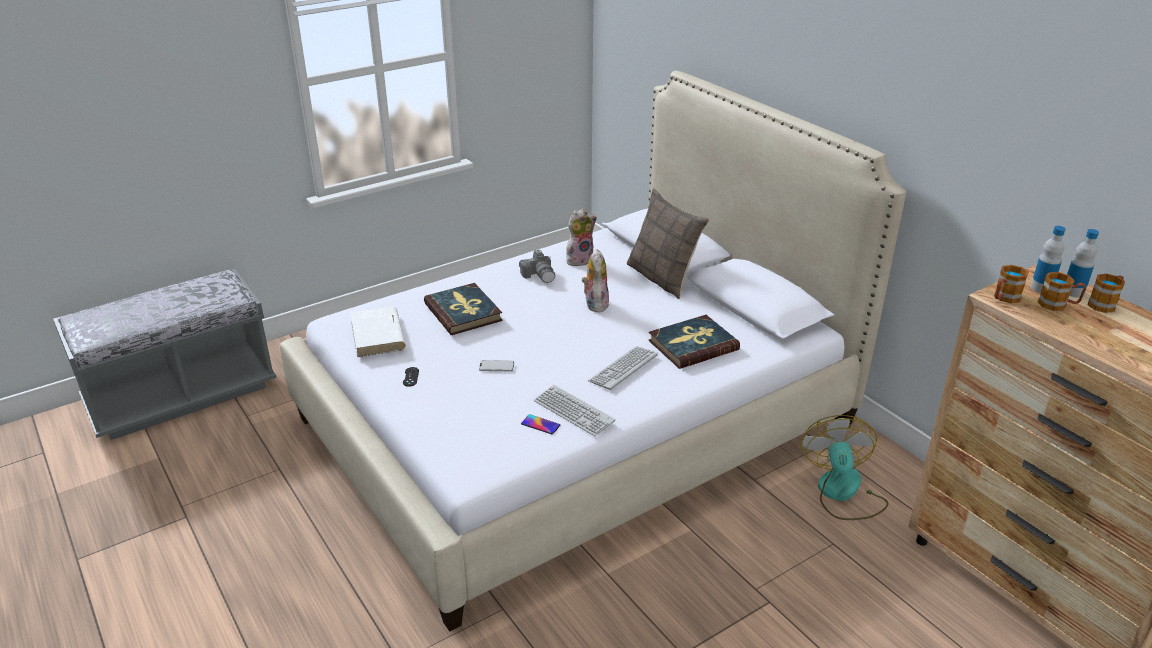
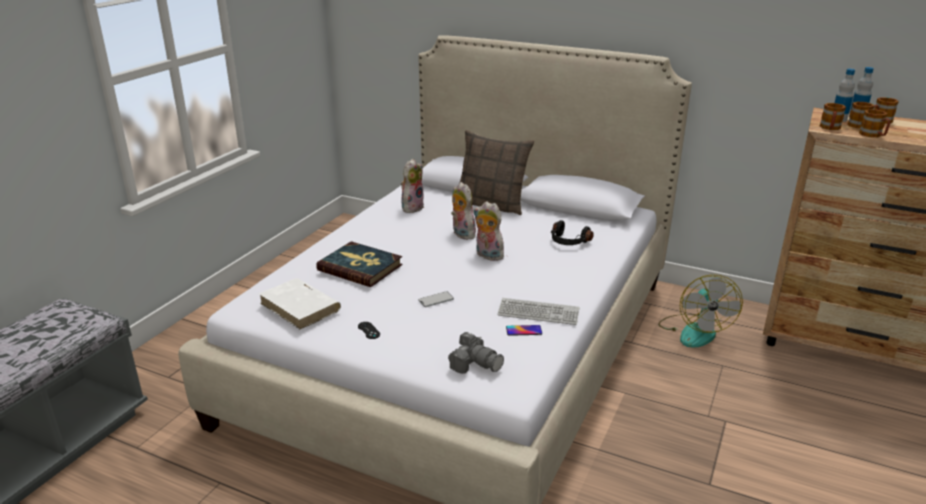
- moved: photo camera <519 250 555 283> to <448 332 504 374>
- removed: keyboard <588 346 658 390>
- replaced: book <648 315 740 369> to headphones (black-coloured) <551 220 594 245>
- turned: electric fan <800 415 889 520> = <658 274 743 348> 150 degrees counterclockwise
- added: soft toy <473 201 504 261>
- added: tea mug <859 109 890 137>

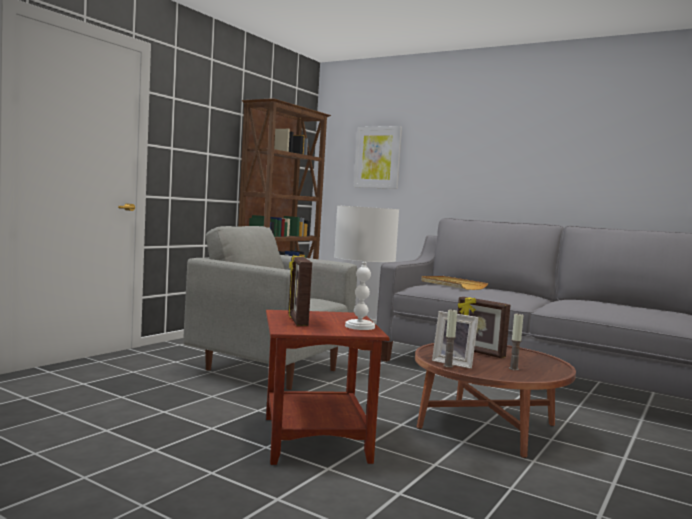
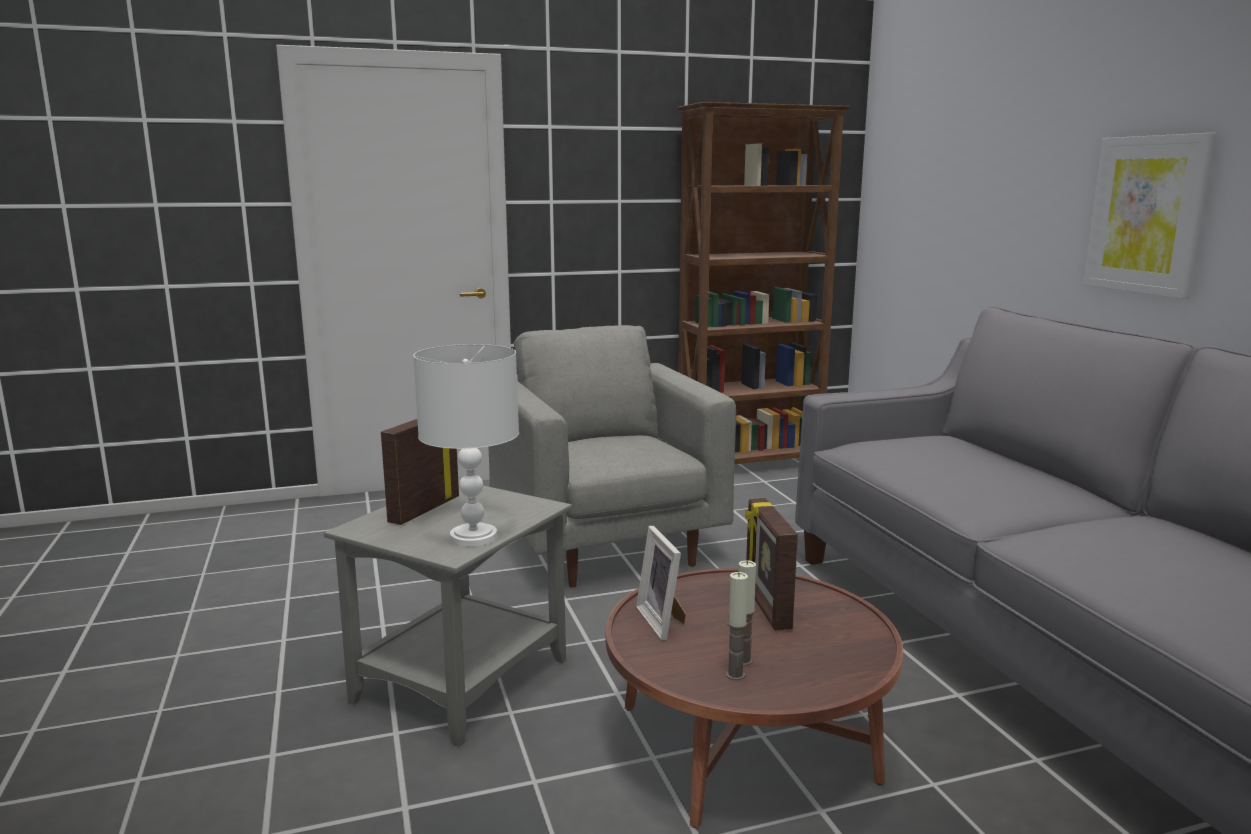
- recoloured: side table (brown) <266 310 390 465> to side table (grey) <324 480 572 747>
- moved: wall art <354 126 402 189> to <1083 133 1217 299>
- removed: carrying tray (beige) <421 276 488 290>
- moved: wax light <443 310 457 367> to <726 572 748 680>

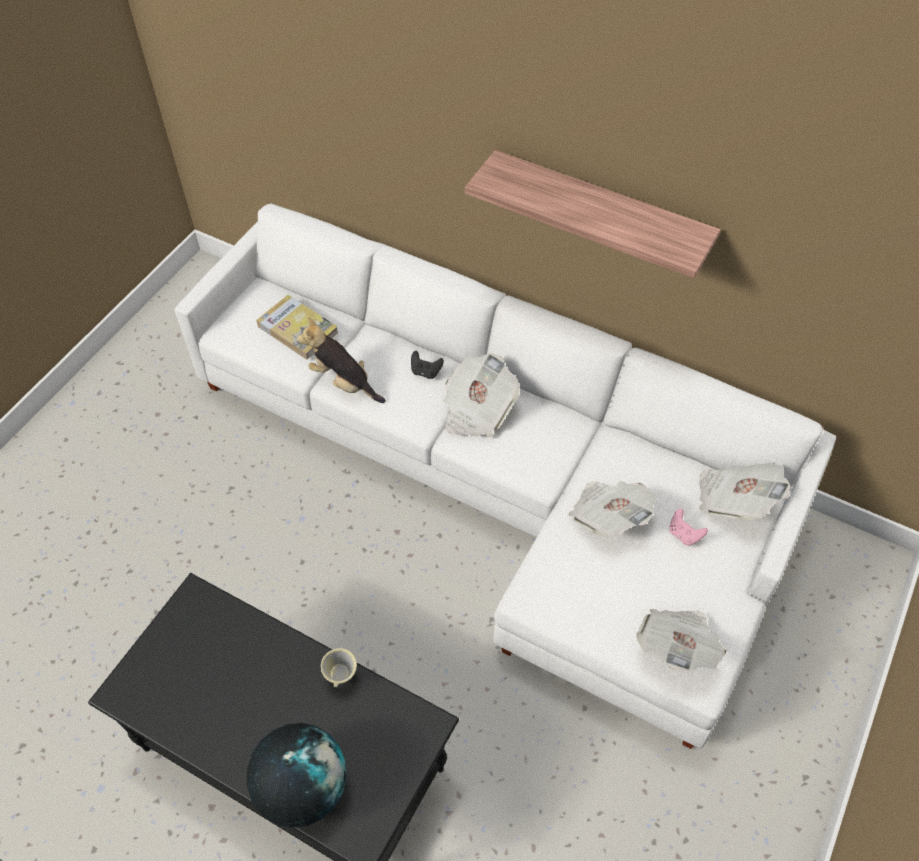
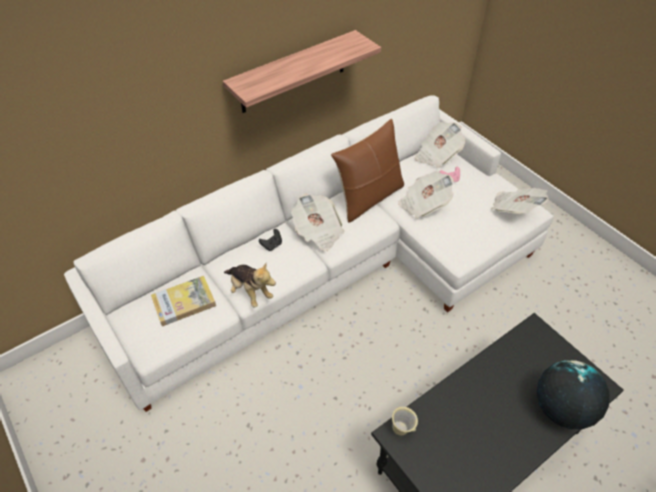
- turned: soft toy <297 318 386 403> = <224 263 276 307> 105 degrees counterclockwise
- moved: tea mug (beige) <321 648 357 687> to <392 407 418 436>
- added: throw pillow (brown) <331 118 404 223>

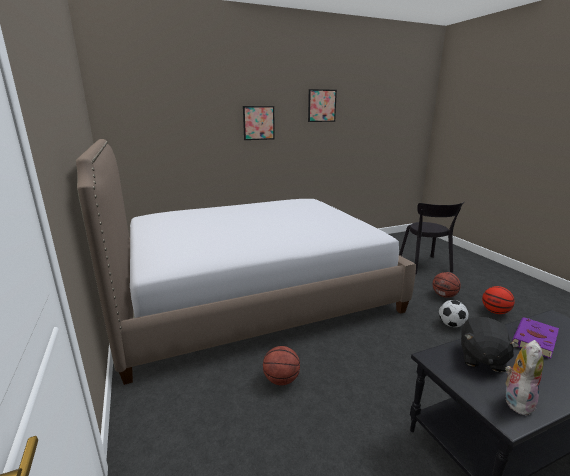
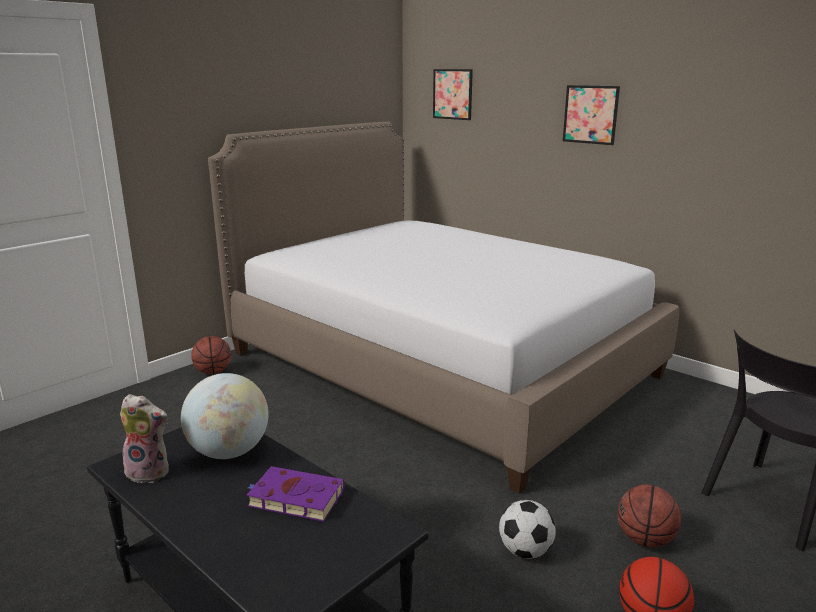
- moved: ball for basketball <263 346 300 385> to <191 336 231 374>
- moved: wall art <308 89 337 122> to <433 69 473 120>
- replaced: soft toy (black-coloured) <461 317 519 372> to desk globe <181 373 269 459>

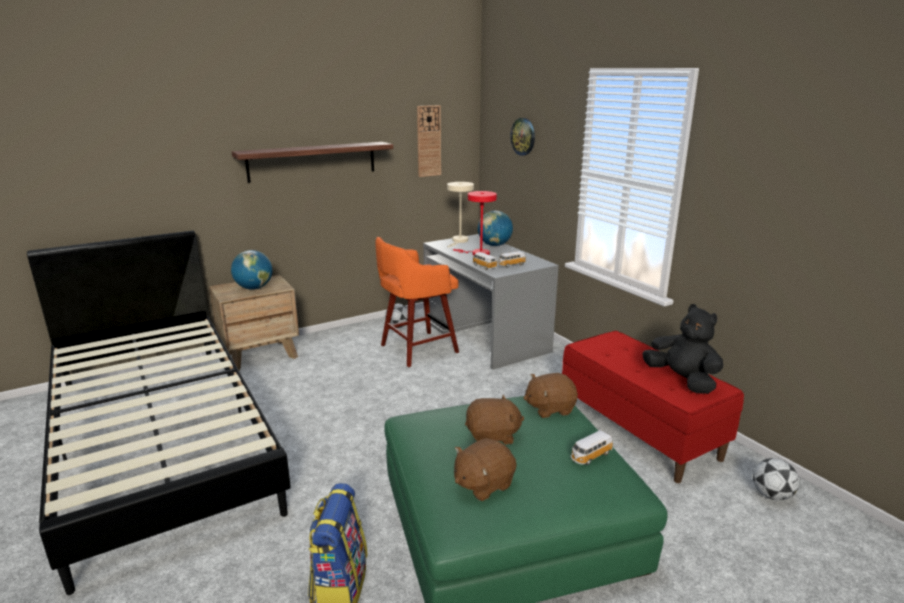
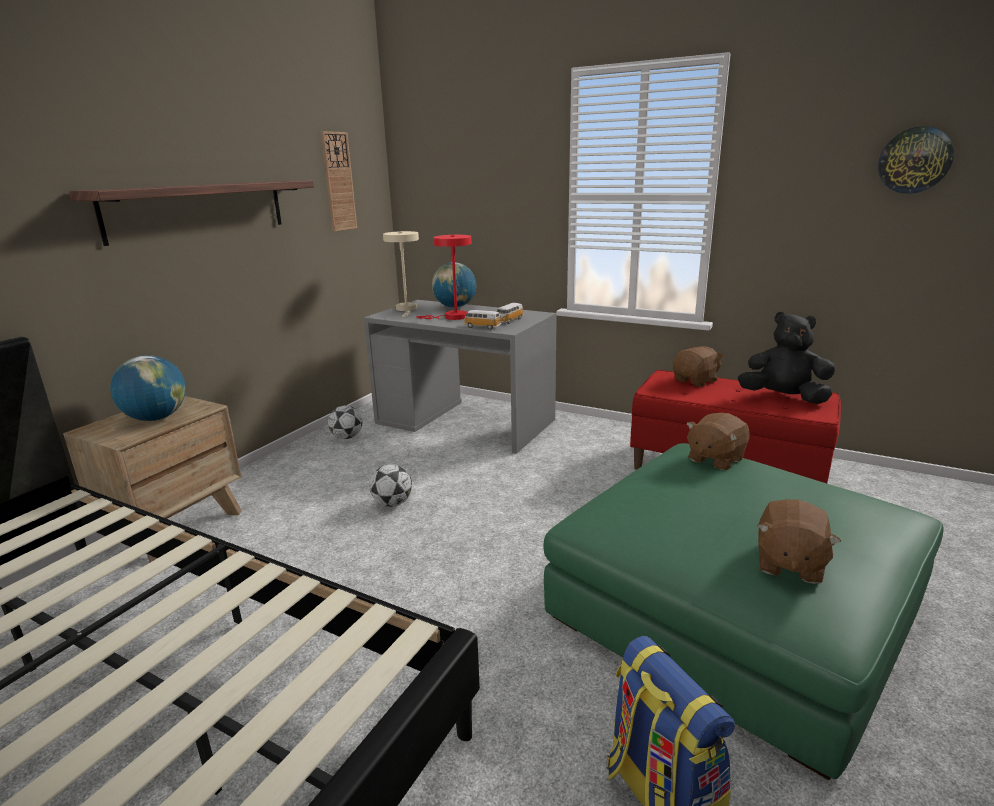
- removed: stool seat (orange) <375 237 459 367>
- moved: soft toy (brown) <465 395 524 445> to <673 346 724 387>
- moved: hanging clock <510 118 535 156> to <878 126 954 194>
- removed: model car <571 430 613 465>
- moved: football ball <753 458 799 501> to <370 464 412 507>

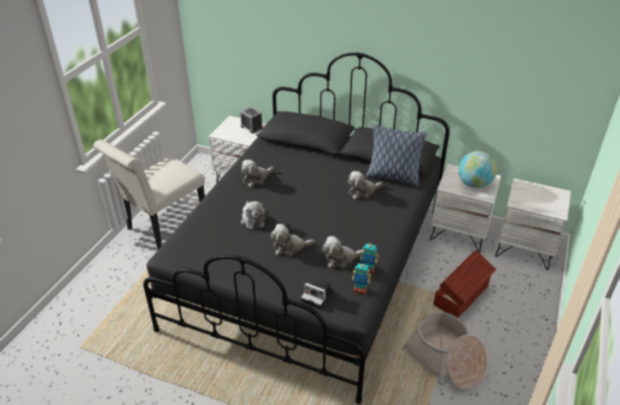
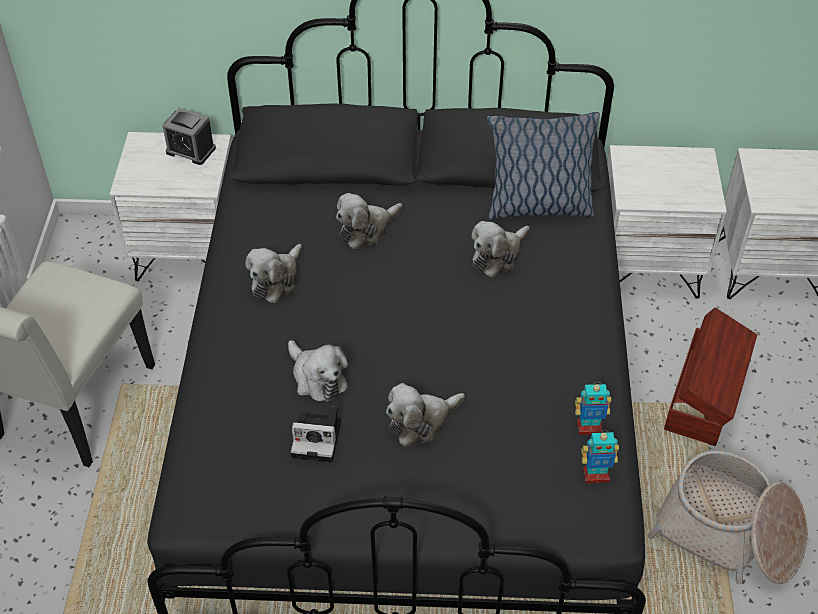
- moved: photo camera <301 281 333 309> to <291 407 341 463>
- moved: soft toy <322 236 361 269> to <336 193 403 249>
- removed: desk globe <459 151 497 188>

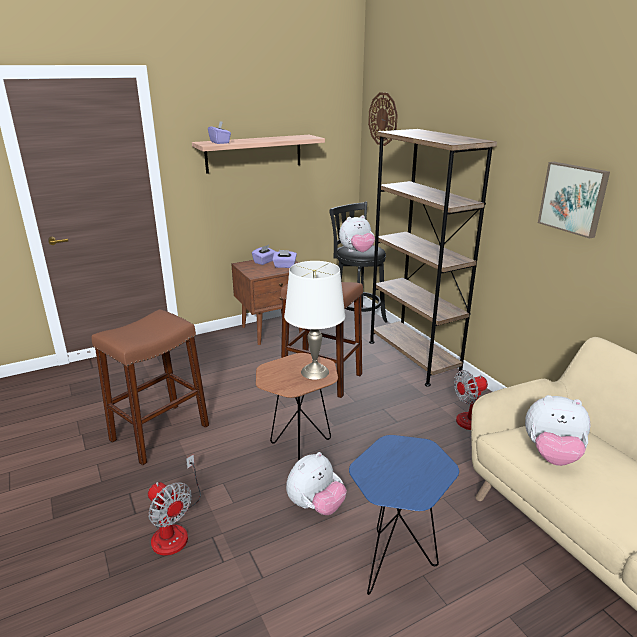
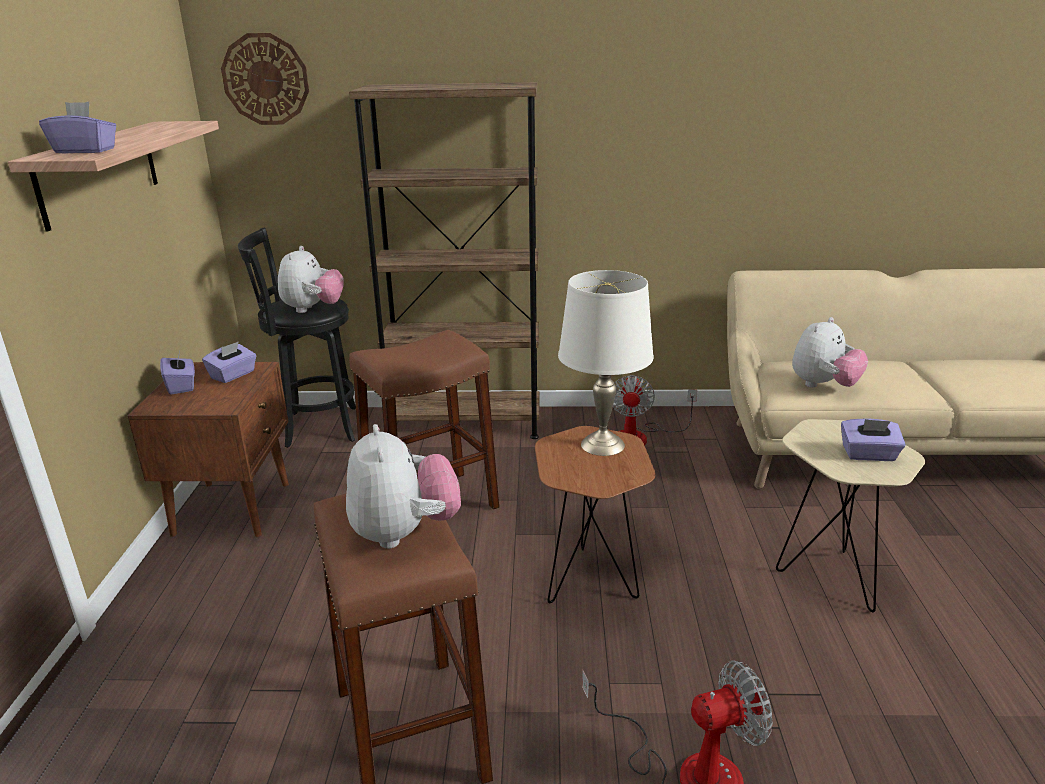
- moved: soft toy <286 452 347 515> to <346 424 461 549>
- recoloured: side table (blue) <349 435 459 595> to side table (beige) <776 419 925 613>
- removed: wall art <538 162 610 239>
- added: tissue holder (purple-coloured) <841 419 906 461>

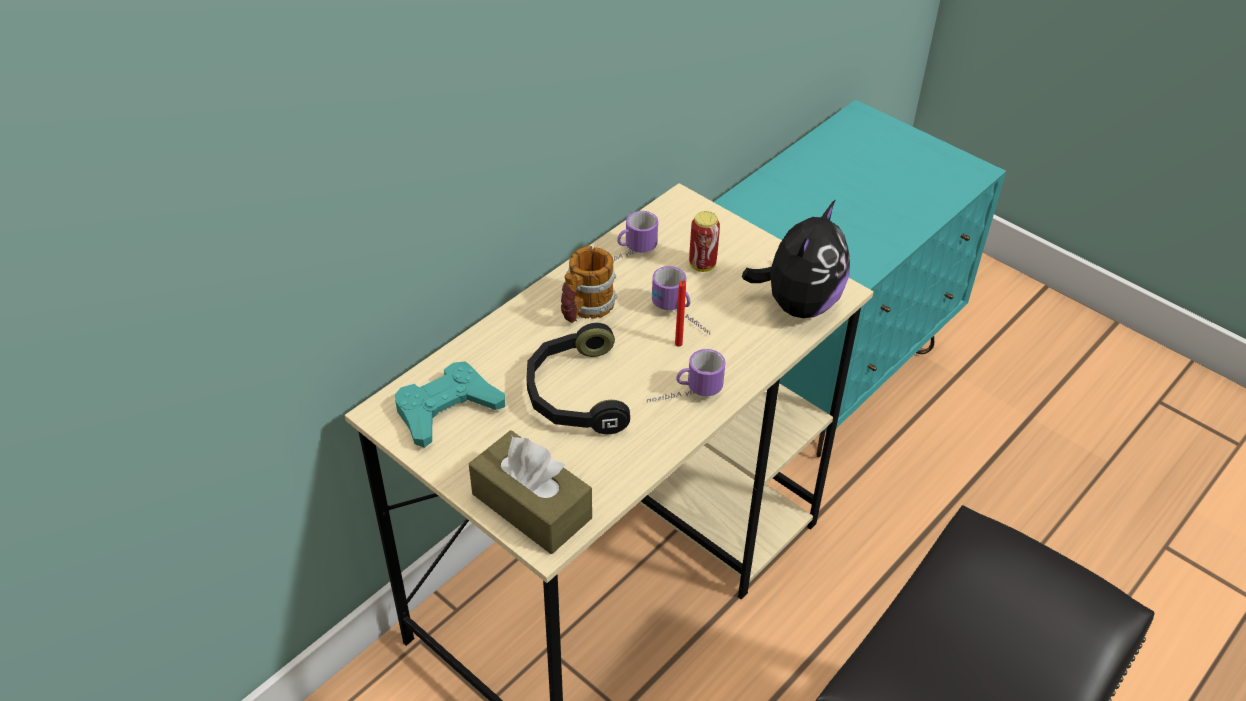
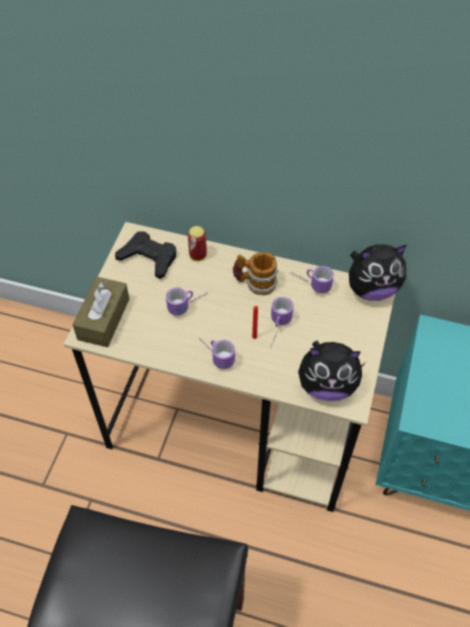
- recoloured: game controller (turquoise-coloured) <395 361 505 448> to game controller (black-coloured) <115 231 176 279>
- replaced: headphones (black-coloured) <526 323 630 434> to tea mug <166 287 208 315>
- moved: sealed can <689 211 720 272> to <188 226 207 261>
- added: soft toy <349 244 407 301>

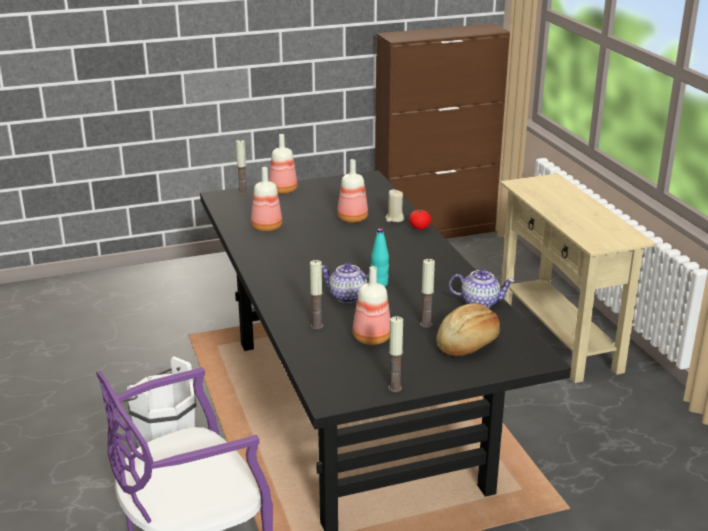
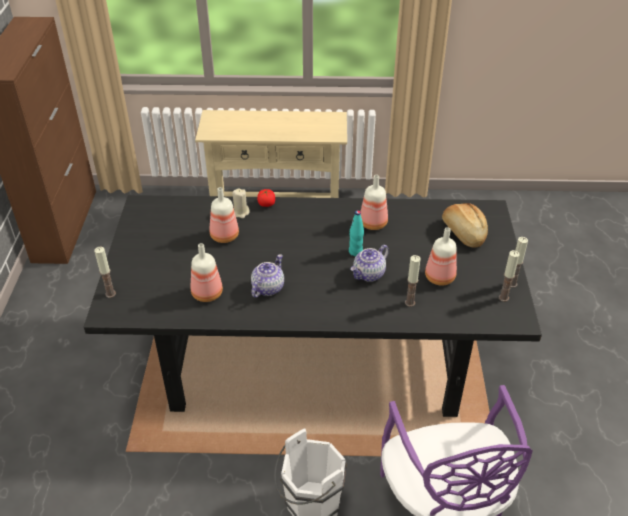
- moved: drink bottle <269 134 298 194> to <360 175 388 230>
- moved: wax light <420 259 435 328> to <499 250 520 302>
- moved: tea pot <449 269 514 308> to <251 254 284 298>

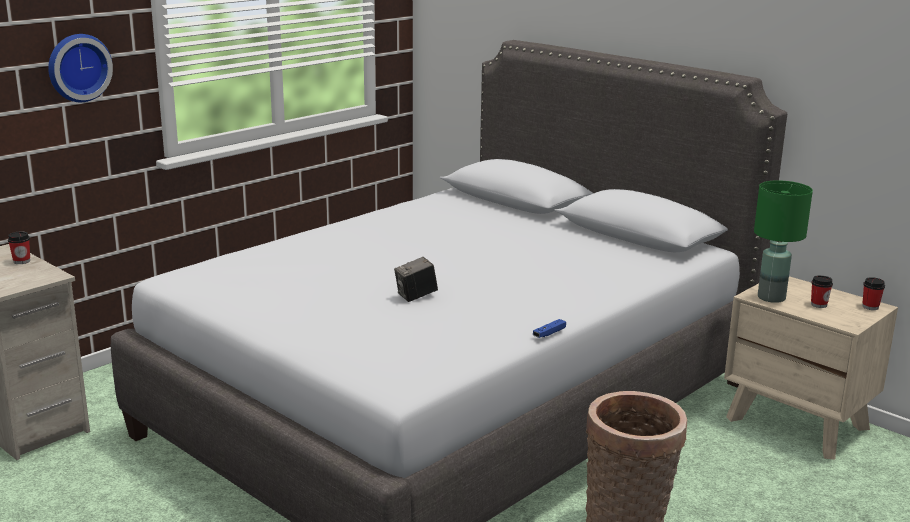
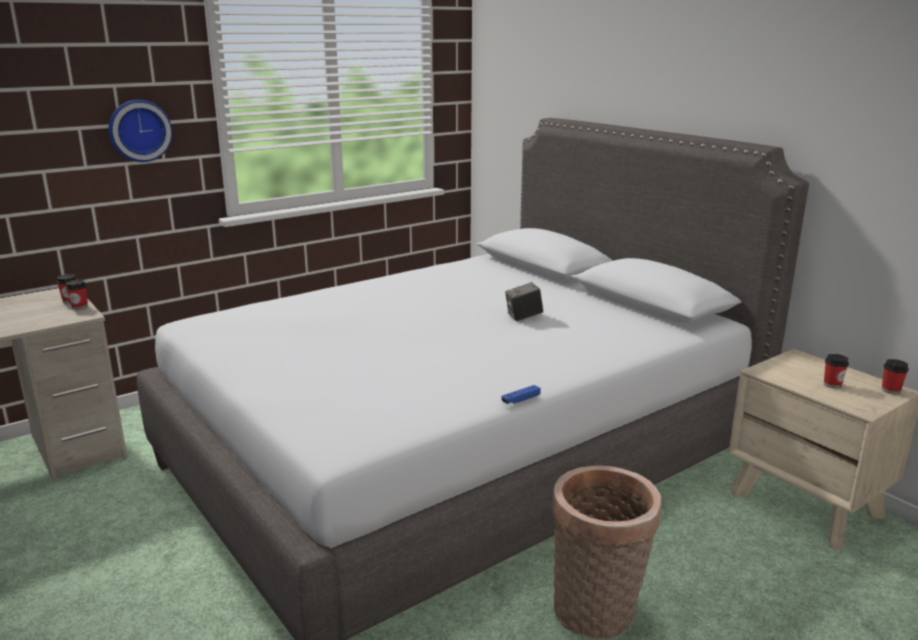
- moved: photo camera <394 257 438 302> to <505 282 543 321>
- removed: table lamp (green-coloured) <754 180 813 303>
- added: small cup <66 280 88 310>

